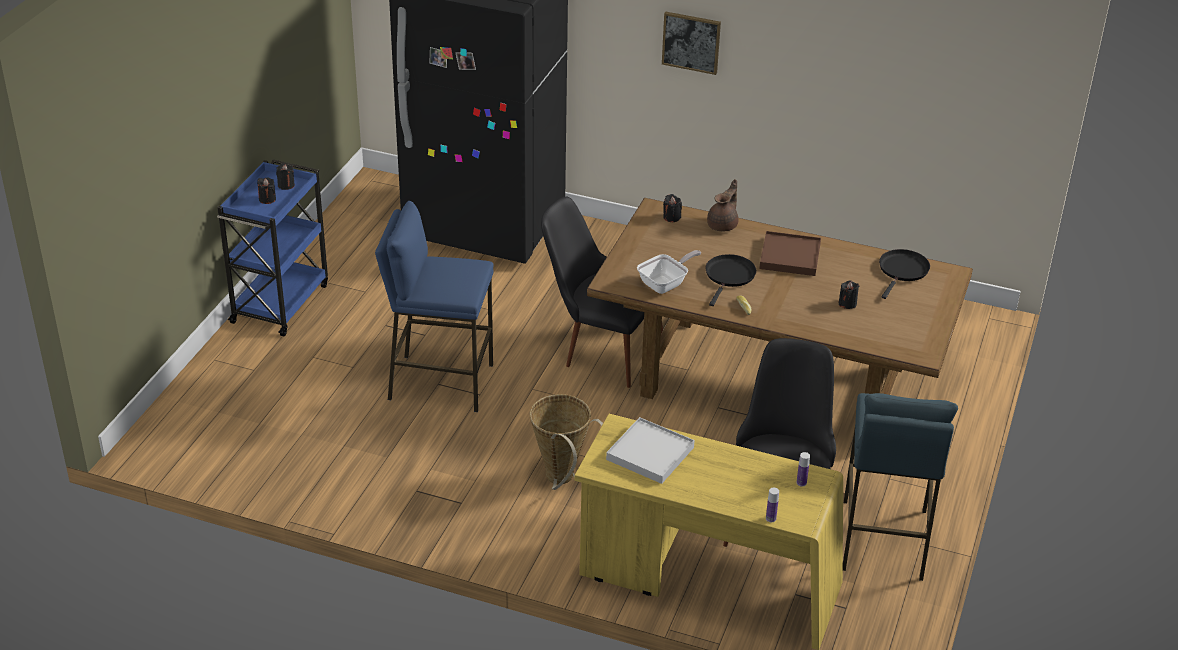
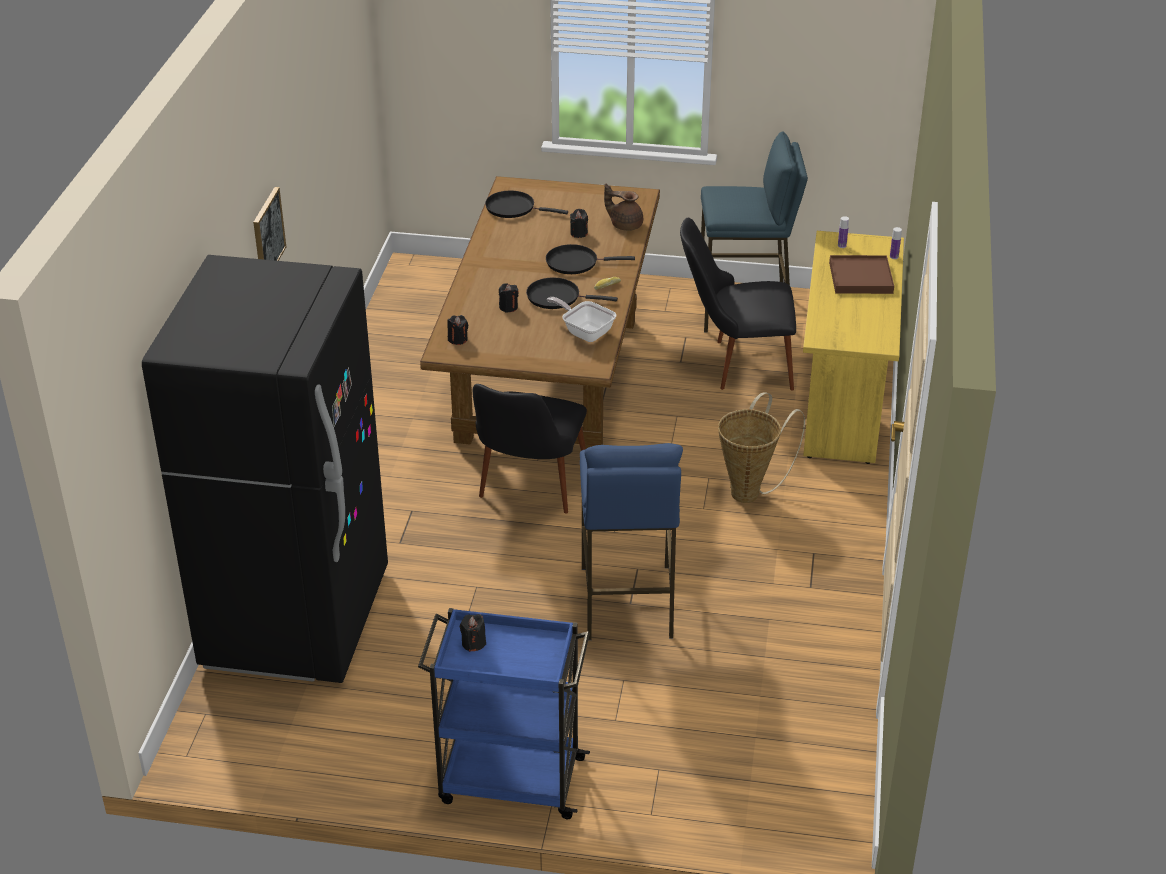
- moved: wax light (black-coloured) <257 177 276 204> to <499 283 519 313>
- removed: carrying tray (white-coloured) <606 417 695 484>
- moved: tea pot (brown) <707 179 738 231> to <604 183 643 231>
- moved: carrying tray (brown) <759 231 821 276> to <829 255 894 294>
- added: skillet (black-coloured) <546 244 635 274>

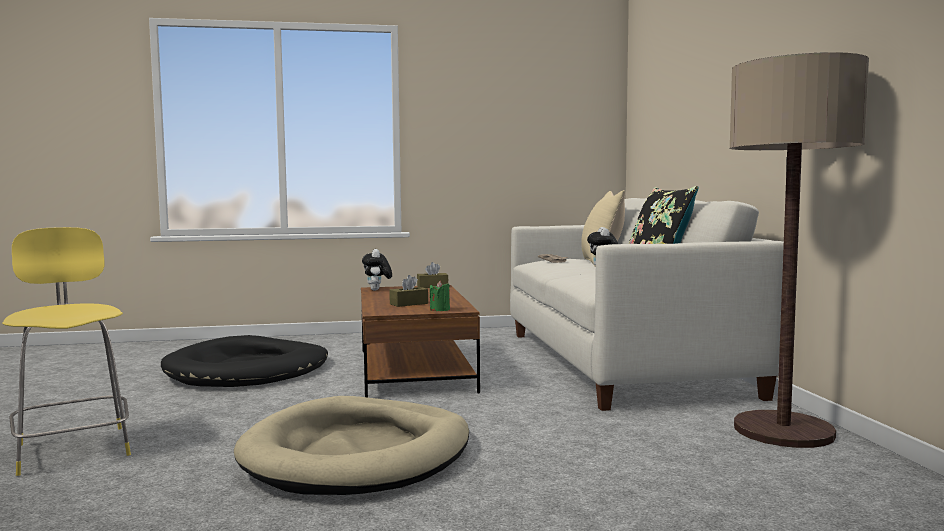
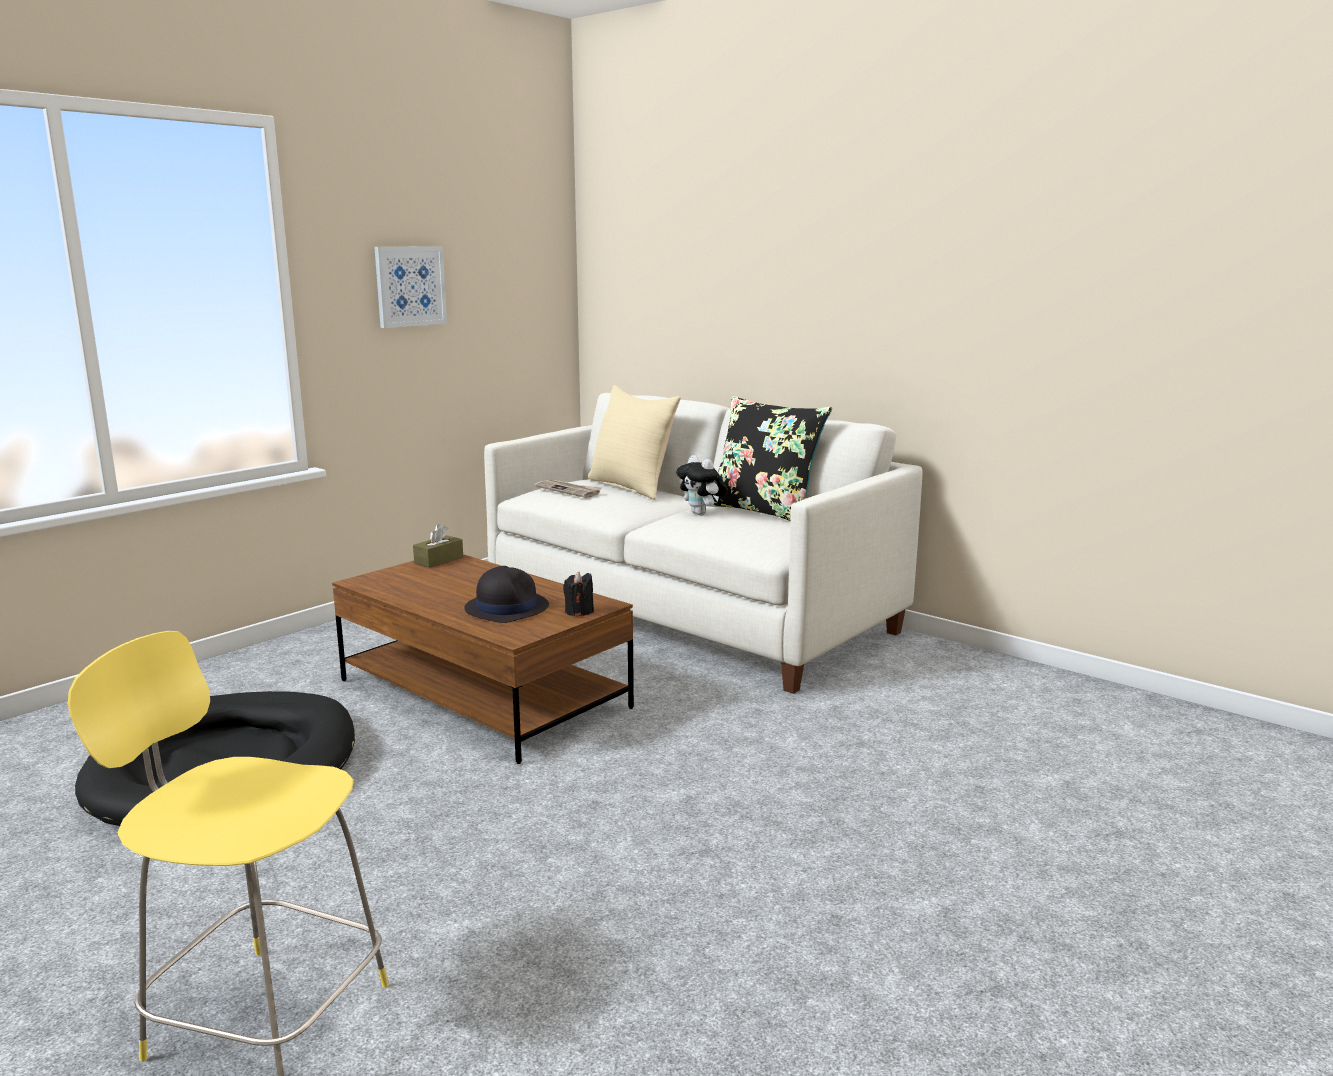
- removed: pet bed (beige) <234 396 469 495>
- removed: soft toy <362 249 392 291>
- replaced: tissue holder (brown) <389 275 428 307> to hat (black-coloured) <464 566 549 623>
- recoloured: wax light (green-coloured) <430 281 450 311> to wax light (black-coloured) <563 571 594 616>
- removed: standard lamp <729 52 869 448>
- added: wall art <375 247 447 328>

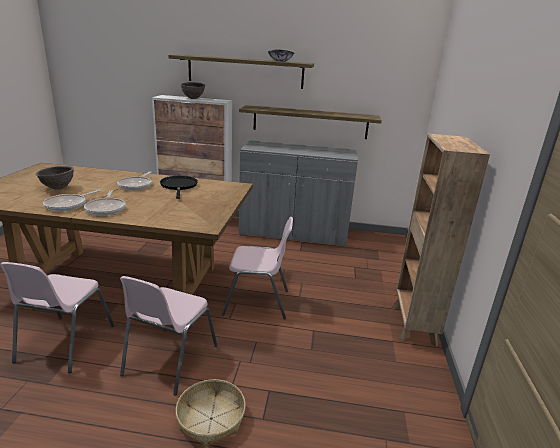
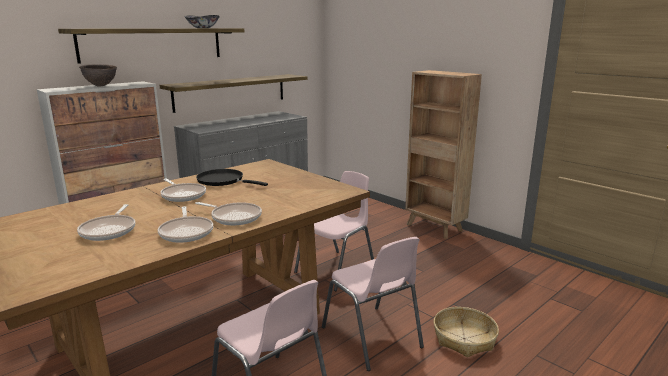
- replaced: deep dish (brown) <36 166 74 190> to skillet <77 204 135 241>

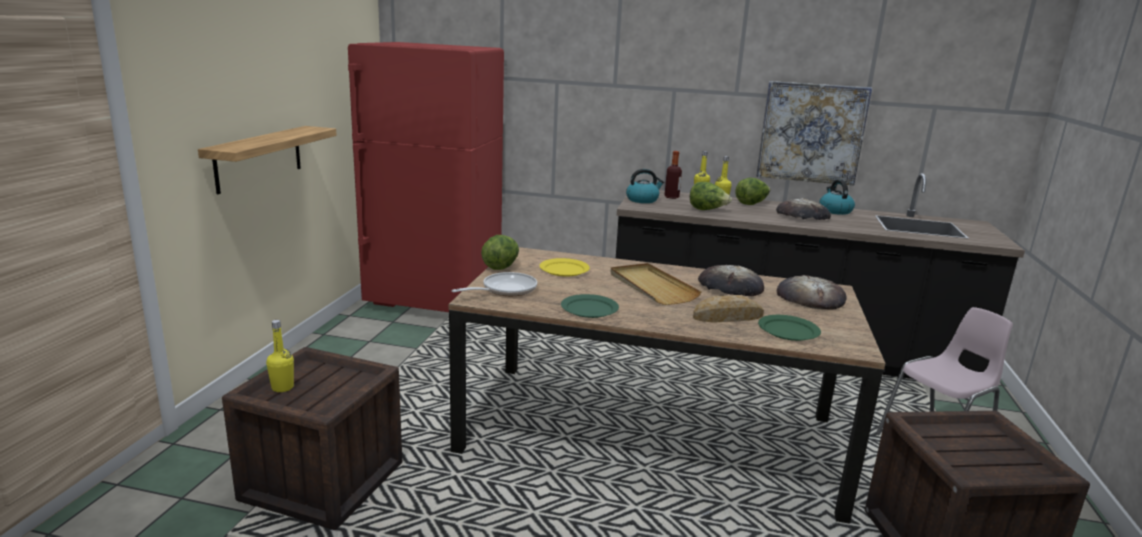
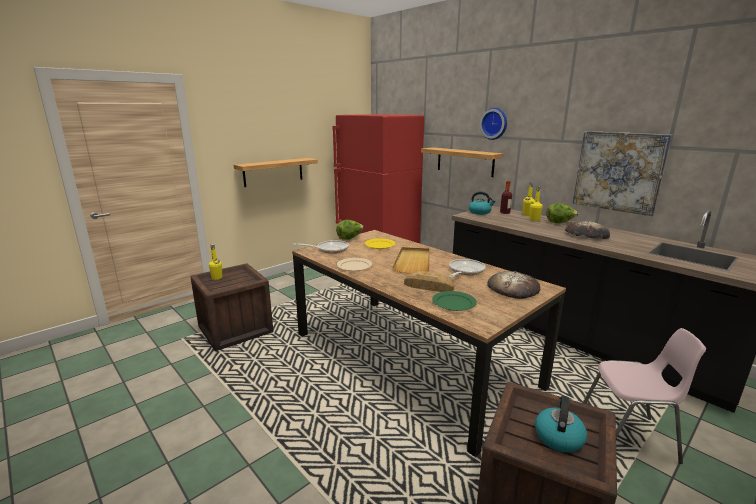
- recoloured: plate (green-coloured) <561 294 619 318> to plate (beige) <337 258 372 271>
- removed: lettuce head <690 182 732 210>
- replaced: baked bread <698 265 764 296> to skillet <449 259 486 278>
- moved: kettle <819 180 855 215> to <535 396 587 453>
- added: shelf <421 147 504 177>
- added: hanging clock <480 107 507 140>

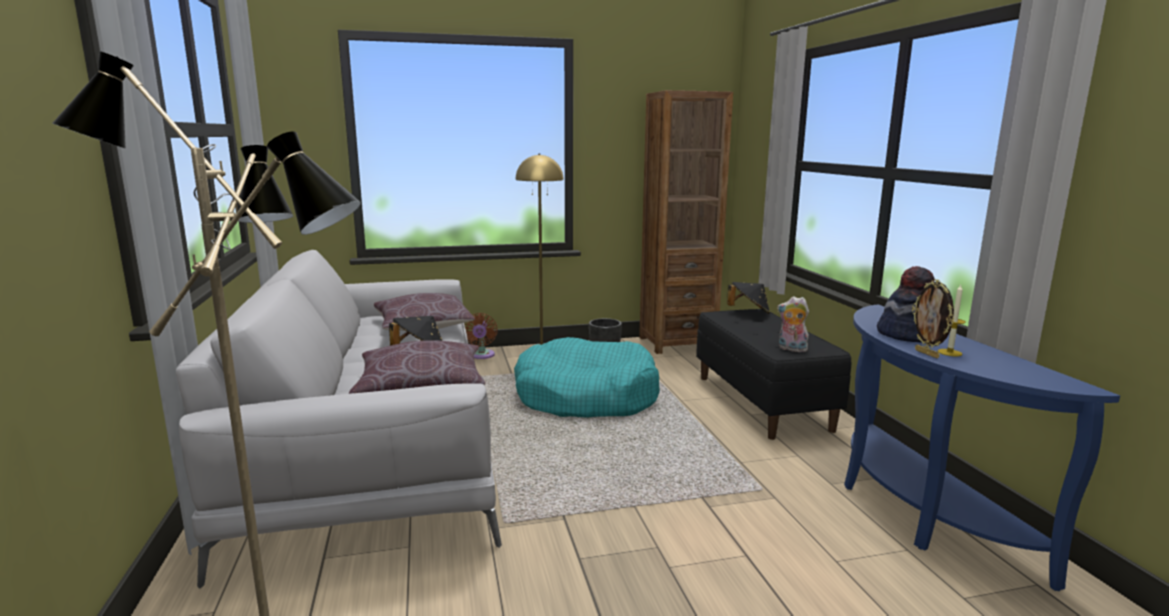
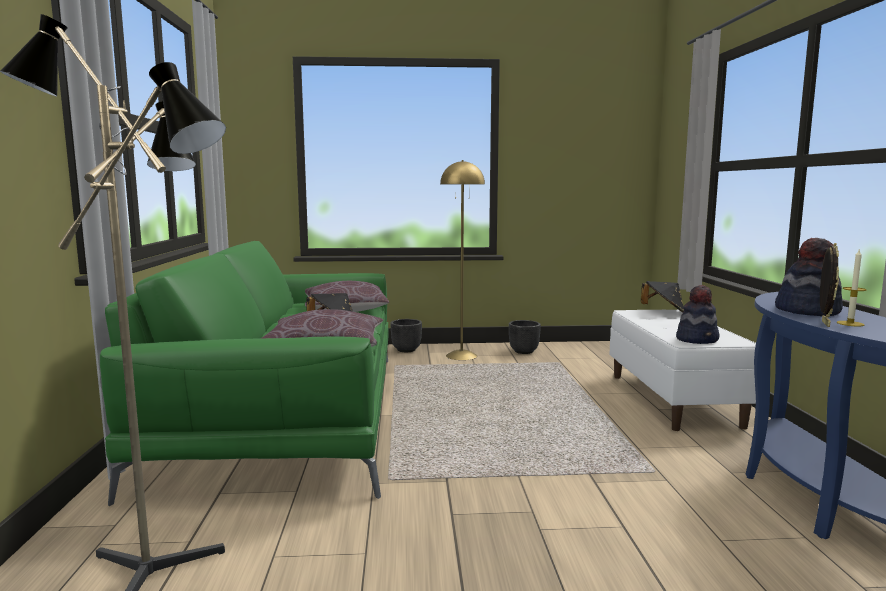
- recoloured: settee (grey) <176 250 502 589> to settee (green-coloured) <100 241 389 506>
- replaced: electric fan (brown) <464 313 498 359> to planter (black-coloured) <391 319 422 352>
- removed: pet bed (turquoise-coloured) <514 337 660 418>
- removed: bookshelf (brown) <639 90 733 354>
- recoloured: indoor bench (black-coloured) <696 309 851 440> to indoor bench (white-coloured) <609 310 756 431>
- replaced: soft toy <777 296 809 352> to hat <676 285 720 344>
- turned: photo frame <912 279 954 358> = <820 243 839 327> 150 degrees counterclockwise

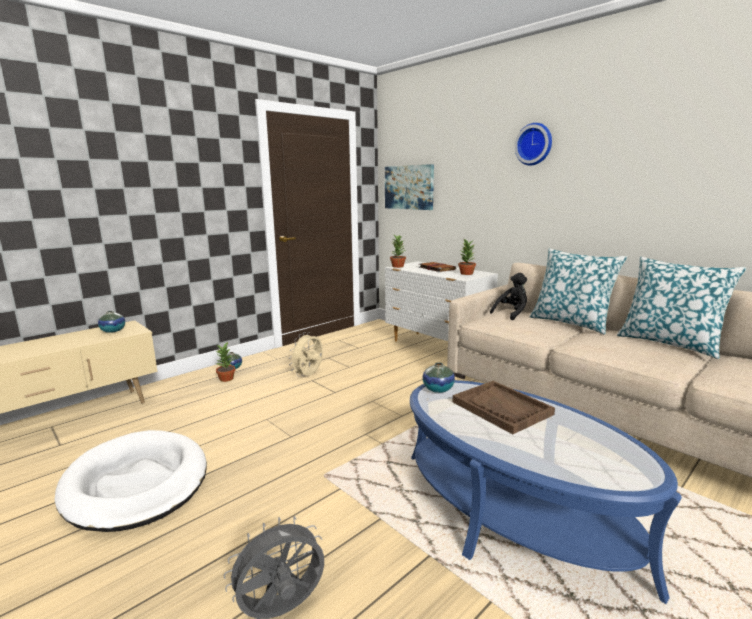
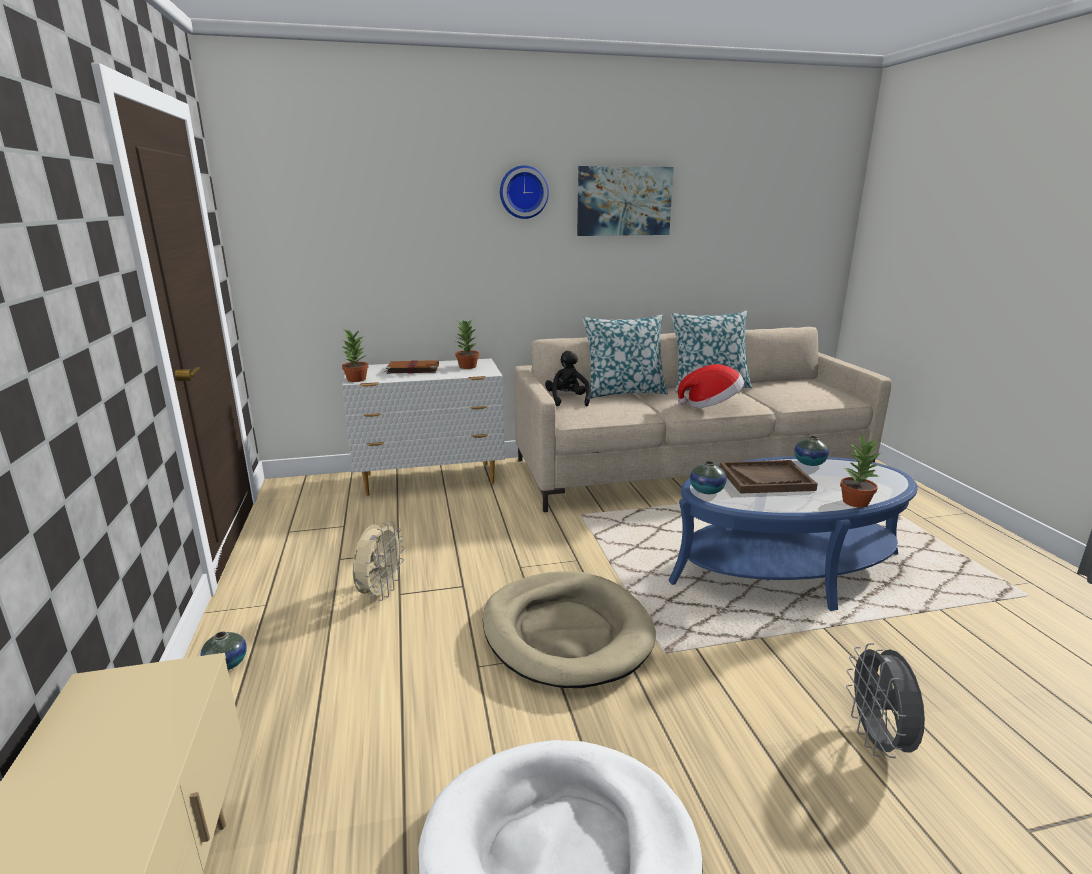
- moved: decorative vase <98 311 125 333> to <794 436 829 466>
- moved: potted plant <215 343 235 382> to <840 436 882 508>
- turned: electric fan (beige) <289 332 323 377> = <353 521 405 601> 135 degrees counterclockwise
- moved: wall art <385 164 434 210> to <577 166 674 236>
- added: pet bed (beige) <483 571 656 688>
- added: hat <678 364 744 408>

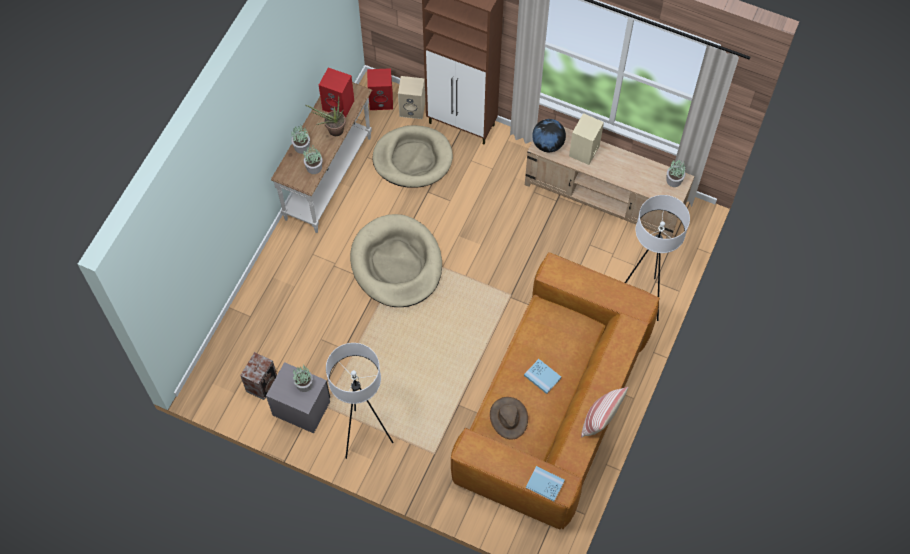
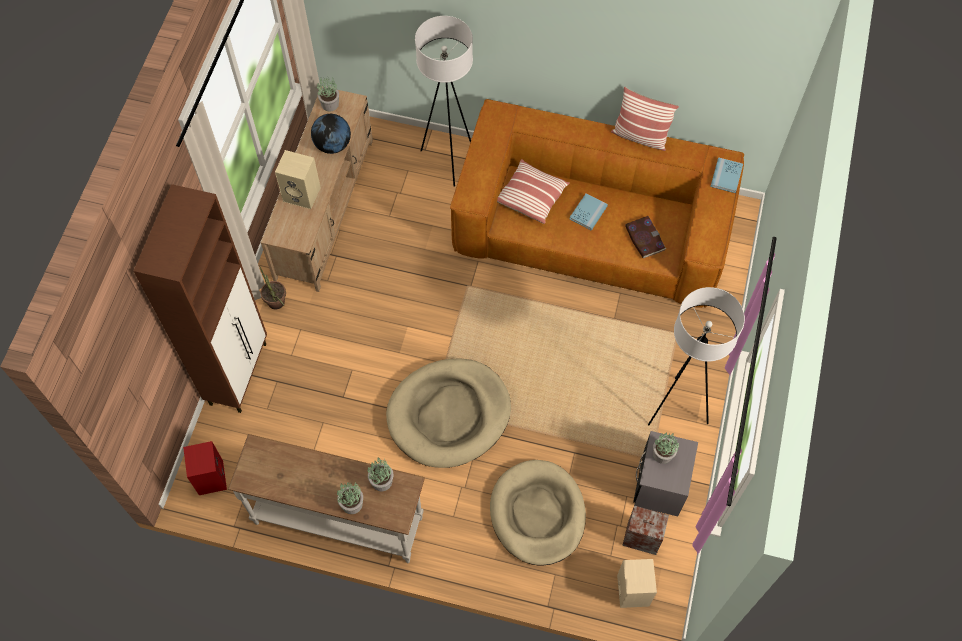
- moved: potted plant <305 95 346 136> to <260 267 286 309>
- removed: speaker (red) <319 68 354 118>
- moved: pet bed (beige) <373 125 453 188> to <490 460 586 565>
- moved: speaker (beige) <398 76 425 119> to <617 559 657 608>
- replaced: hat (brown) <490 397 528 440> to book <625 216 666 259>
- moved: desk globe <532 119 566 152> to <311 114 351 154>
- added: throw pillow <497 159 570 224>

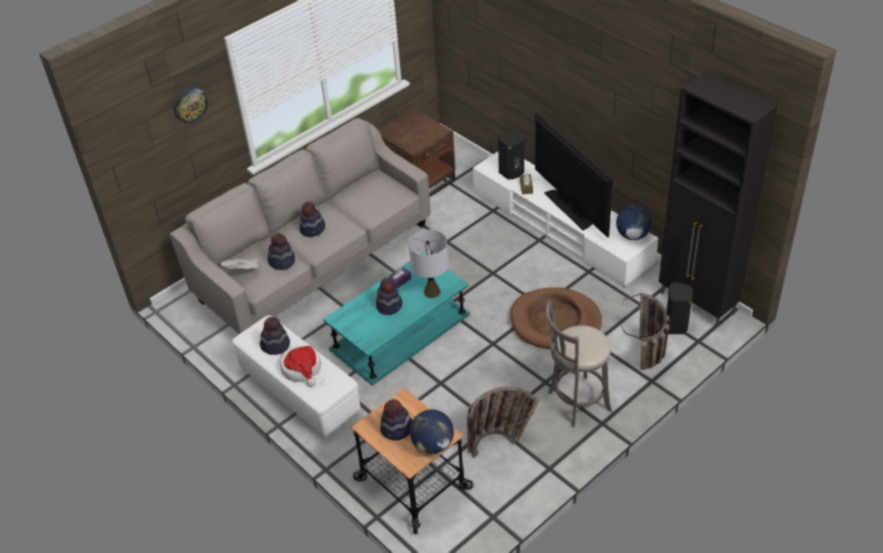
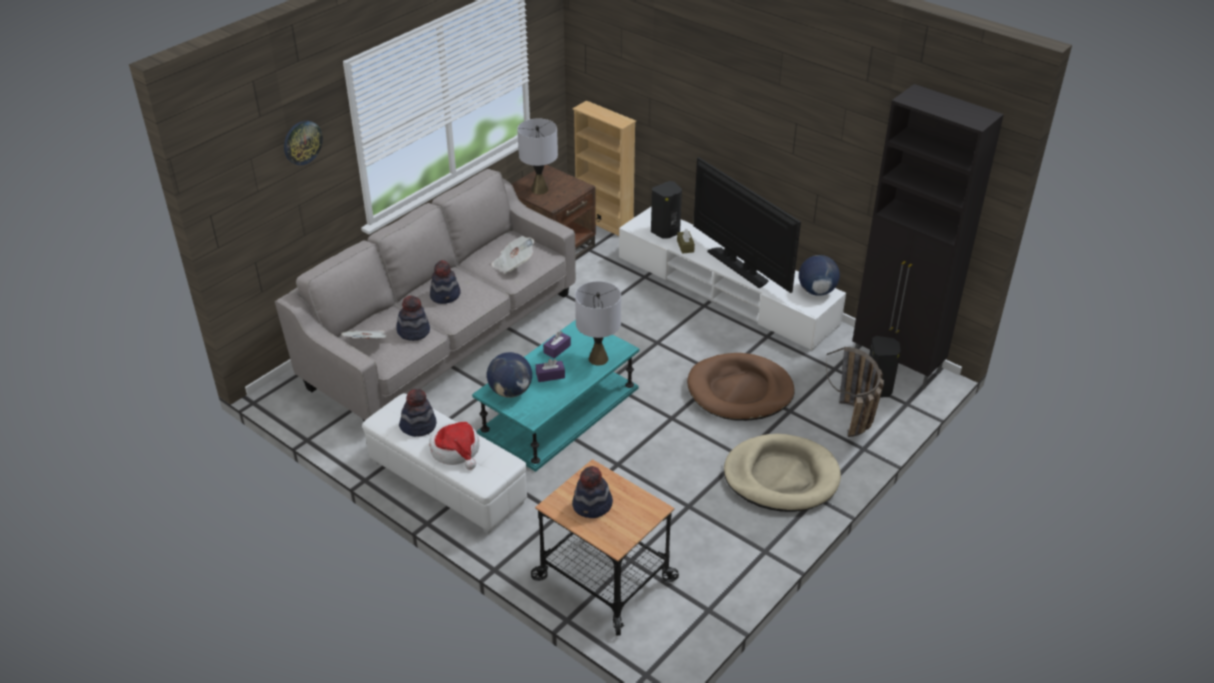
- replaced: hat <376 278 402 315> to tissue holder (purple-coloured) <536 359 565 382>
- moved: desk globe <410 409 454 454> to <487 352 532 398>
- removed: basket <467 386 539 458>
- replaced: stool seat (grey) <546 300 612 427> to pet bed (beige) <724 433 841 512>
- added: daily paper <491 236 535 274>
- added: table lamp (grey) <517 119 558 194>
- added: bookshelf (beige) <572 100 636 236>

